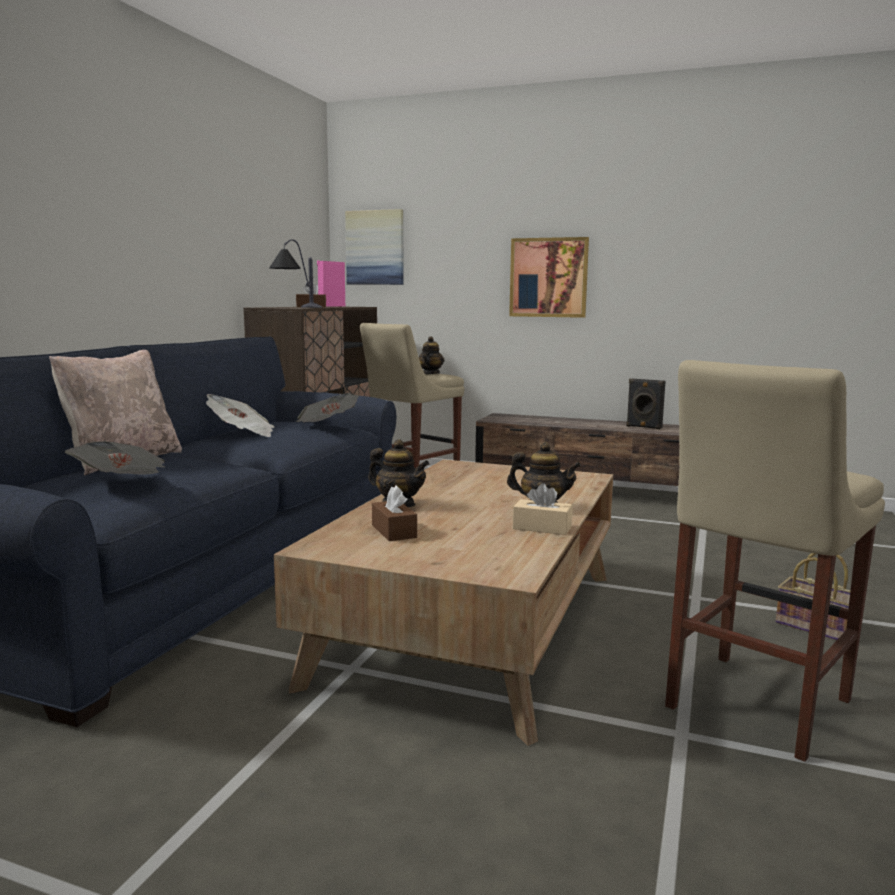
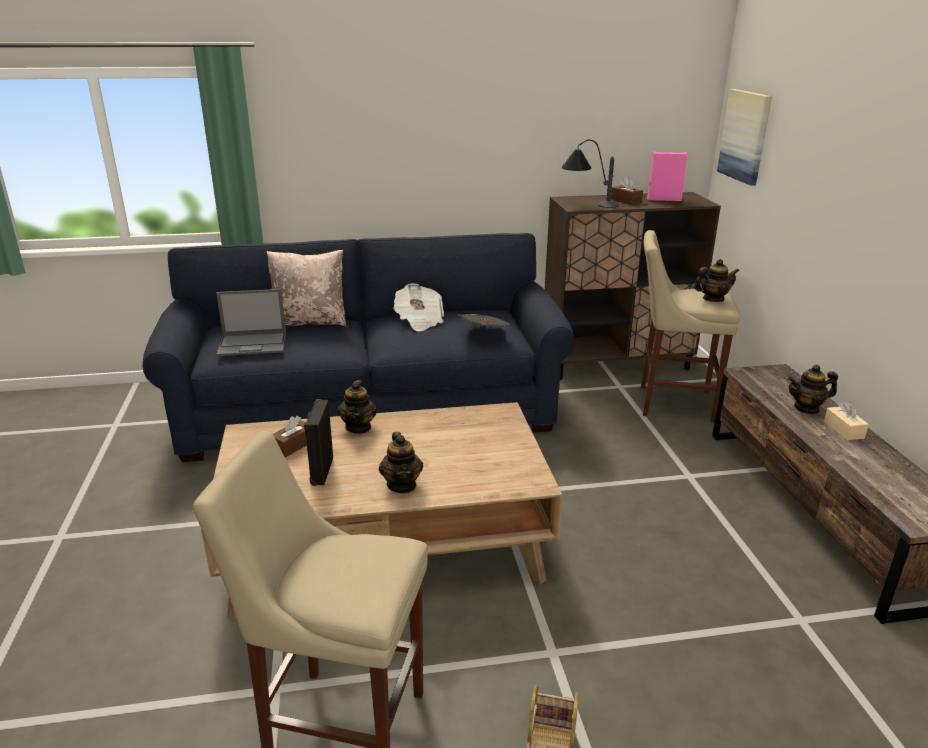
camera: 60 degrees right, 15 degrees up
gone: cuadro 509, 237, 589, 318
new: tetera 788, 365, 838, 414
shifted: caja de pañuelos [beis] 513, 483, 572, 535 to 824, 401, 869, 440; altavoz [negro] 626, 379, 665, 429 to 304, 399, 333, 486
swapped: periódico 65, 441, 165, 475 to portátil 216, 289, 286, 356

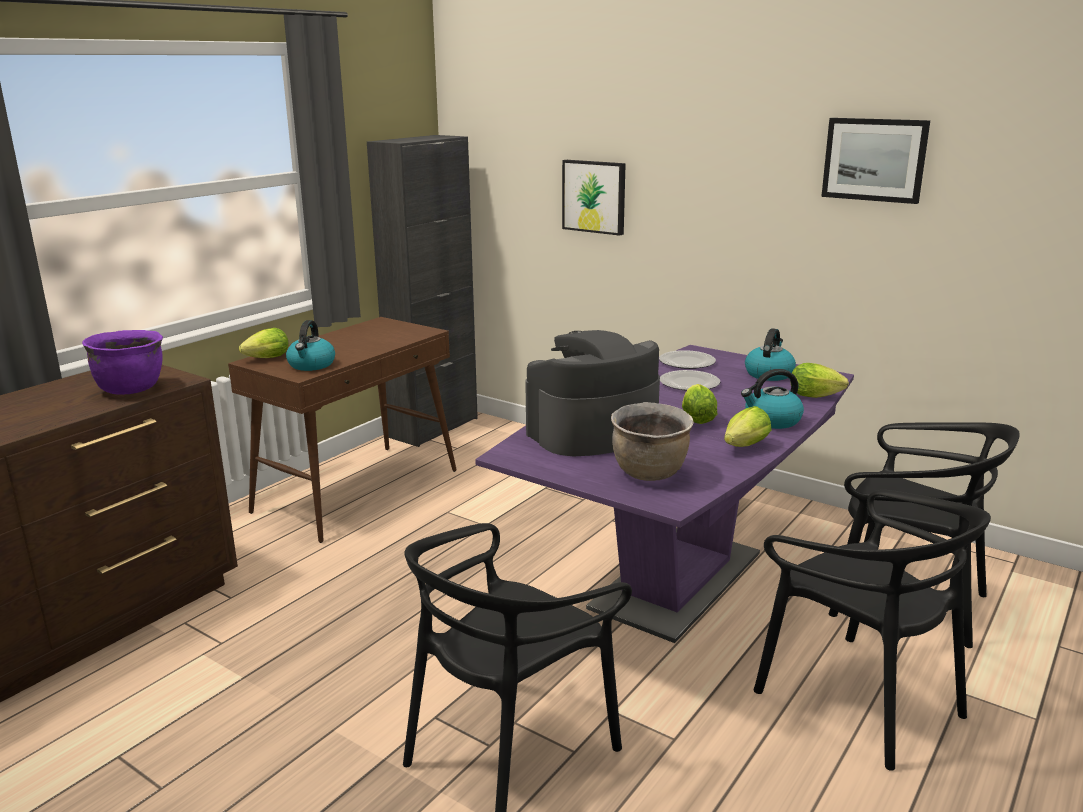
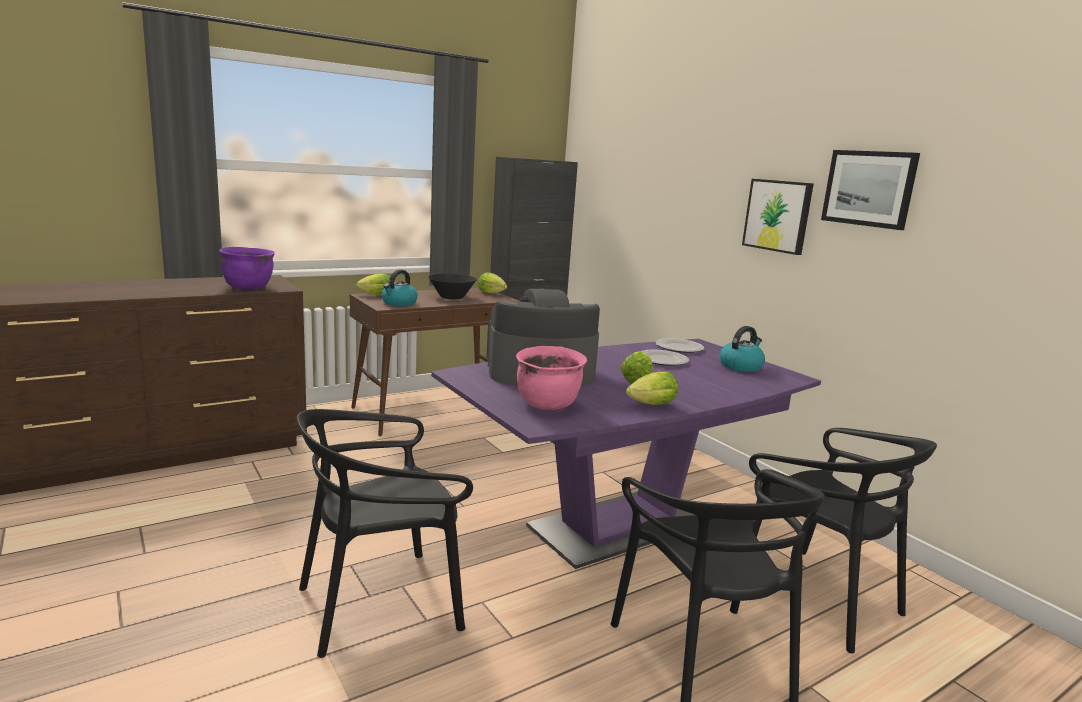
camera: 20 degrees right, 5 degrees down
gone: hervidor 741, 369, 804, 429
new: cuenco [negro] 428, 274, 477, 300
shifted: cuadro 562, 160, 626, 236 to 742, 179, 814, 255; lechuga 790, 363, 849, 398 to 478, 272, 507, 294
repainted: olla [marrón] 611, 402, 694, 481 to olla [rosa] 516, 346, 587, 410

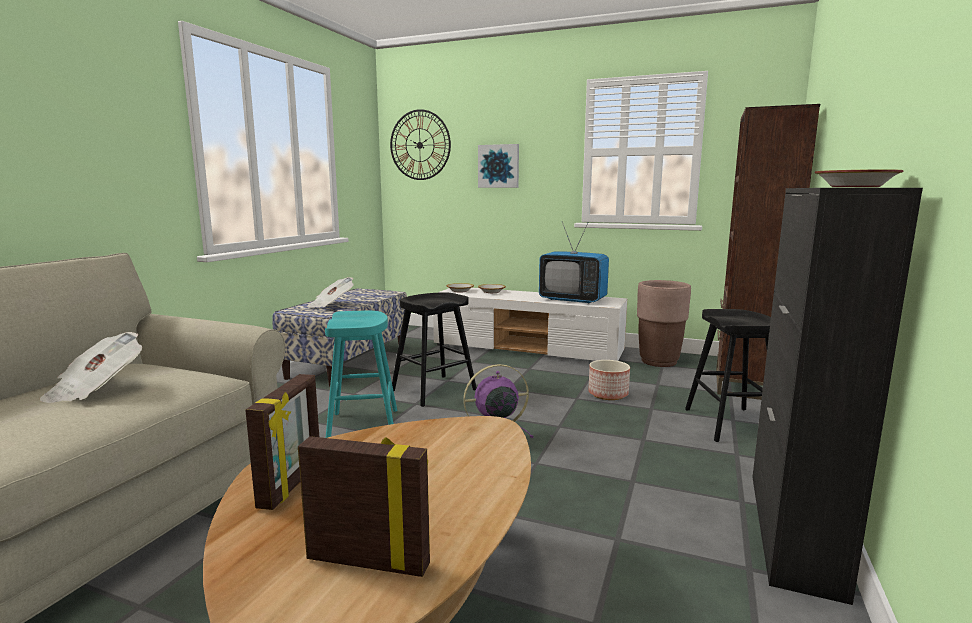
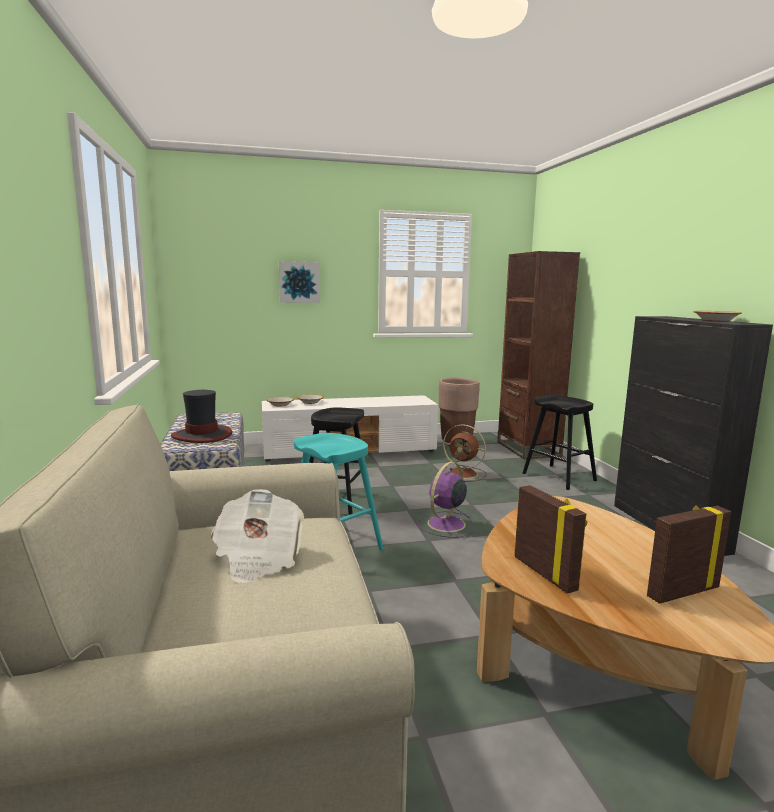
camera: 35 degrees left, 0 degrees up
gone: reloj de pared 390, 109, 451, 180; televisor 539, 221, 609, 304
swapped: periódico 307, 277, 354, 308 to sombrero 171, 390, 232, 443; maceta 588, 360, 630, 400 to ventilador [marrón] 443, 424, 486, 482

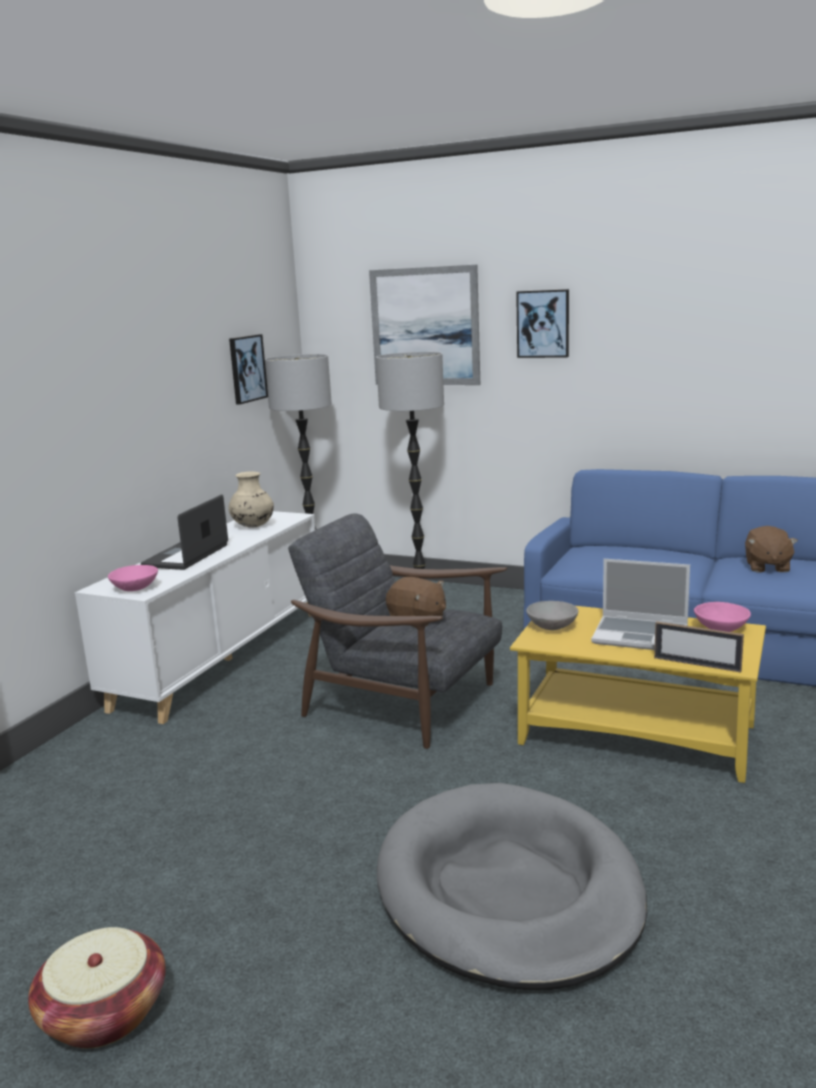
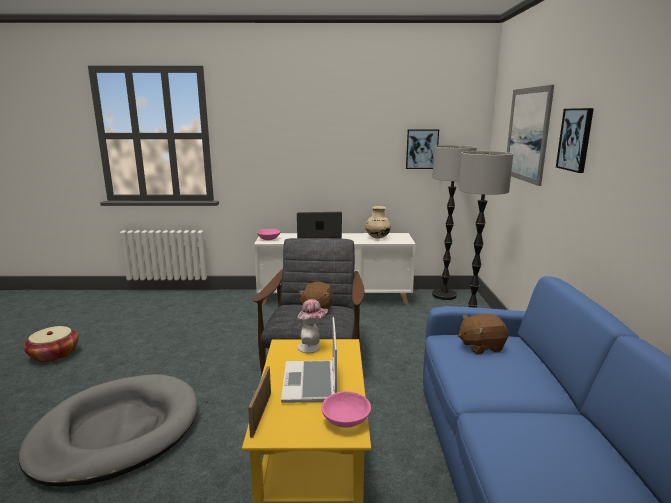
camera: 65 degrees right, 0 degrees up
shifted: peluche [marrón] 745, 526, 798, 572 to 458, 314, 508, 354
swapped: cuenco [gris] 526, 601, 578, 630 to sombrero 297, 299, 328, 353

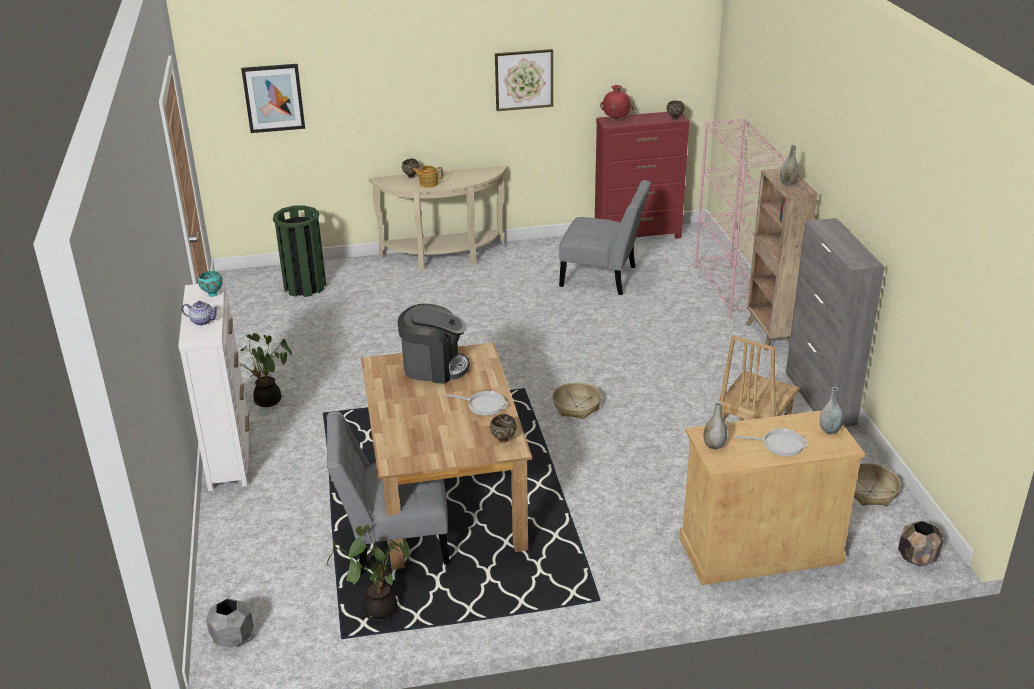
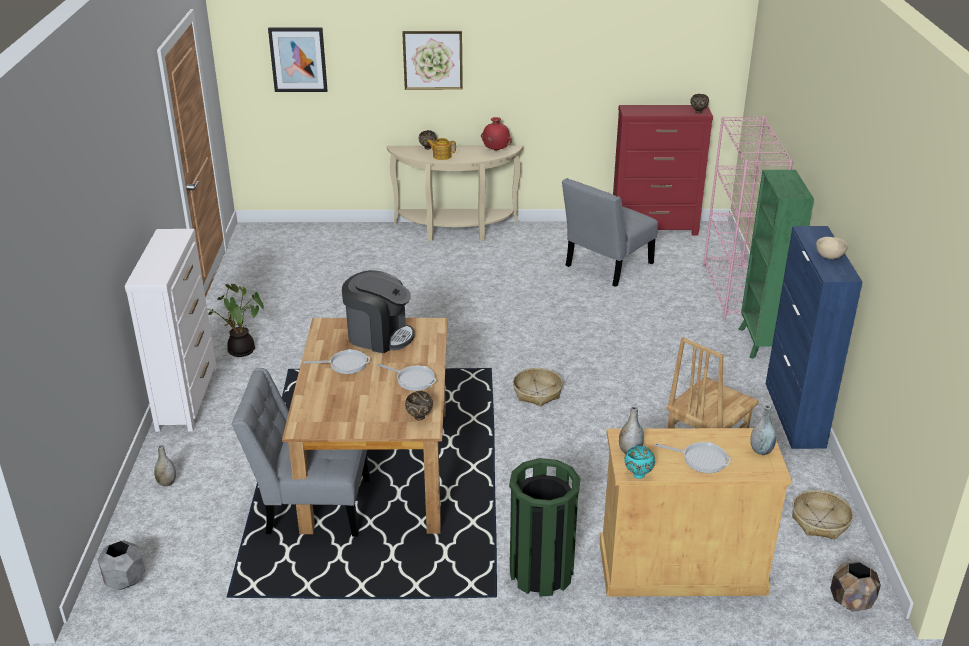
camera: 10 degrees right, 0 degrees up
gone: tetera 182, 301, 219, 325; planta en maceta 327, 525, 410, 622
new: sartén 304, 349, 370, 374; cuenco [beis] 816, 237, 848, 259
shifted: cuenco [turquesa] 198, 271, 223, 297 to 624, 446, 655, 479; papelera [verde] 273, 205, 326, 297 to 509, 458, 580, 597; cuadro 495, 49, 553, 111 to 402, 31, 463, 90; florero [rojo] 600, 85, 633, 119 to 481, 117, 512, 151; florero [gris] 780, 145, 799, 186 to 154, 444, 176, 486
repainted: estantería [marrón] 746, 168, 818, 351 to estantería [verde] 738, 170, 814, 359; armario [gris] 786, 218, 885, 427 to armario [azul] 766, 226, 862, 449
rotated: silla [gris] 559, 180, 651, 295 = 562, 178, 658, 287 105 degrees clockwise

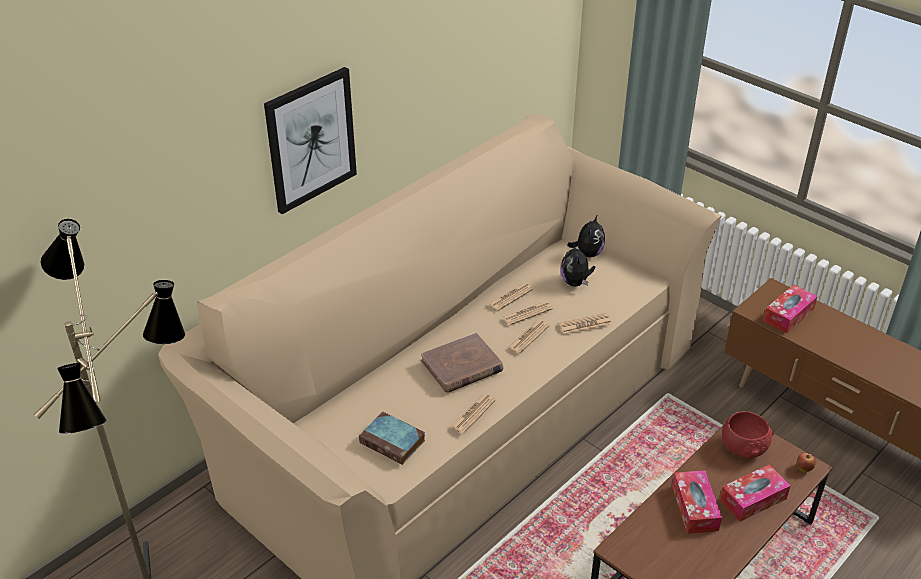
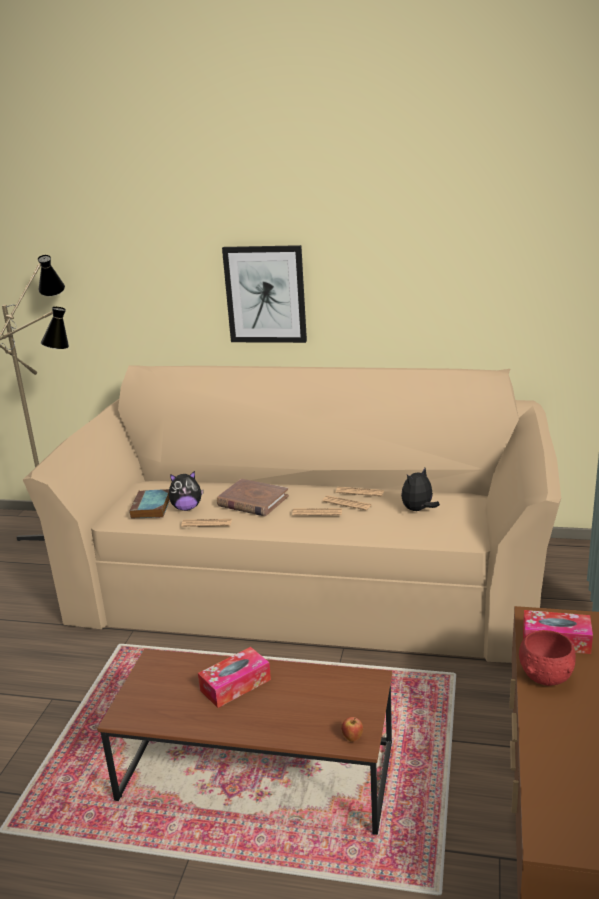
camera: 60 degrees right, 15 degrees down
gone: periódico 559, 313, 612, 334; caja de pañuelos 720, 465, 791, 522
shifted: peluche 567, 216, 605, 257 to 169, 471, 204, 511; cuenco [rojo] 722, 411, 774, 458 to 519, 630, 576, 686

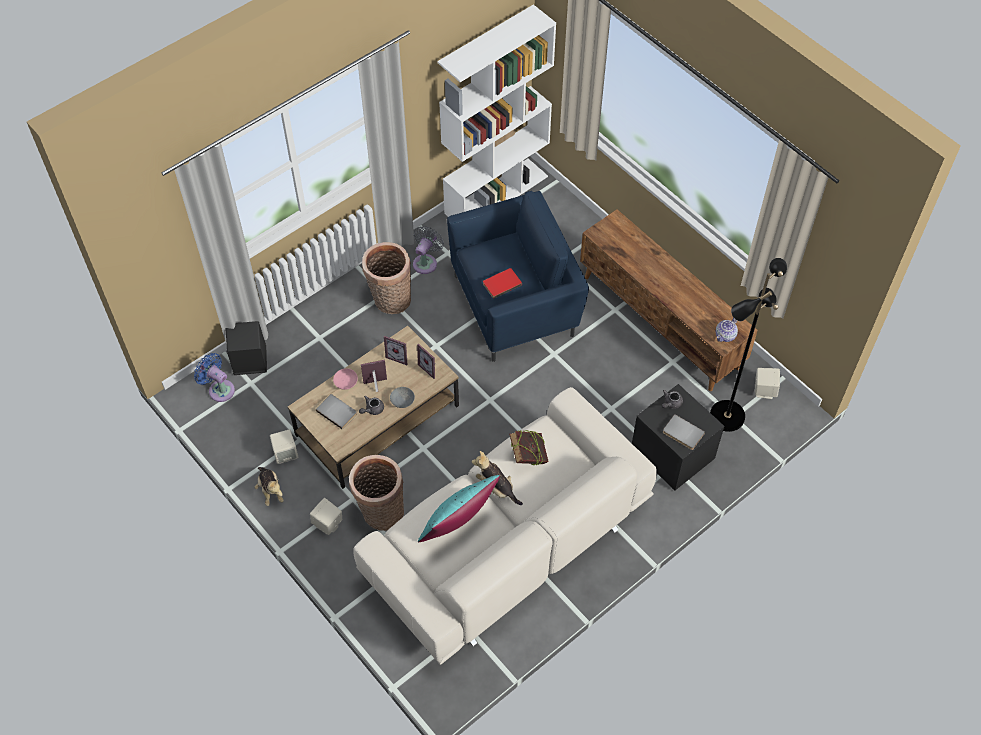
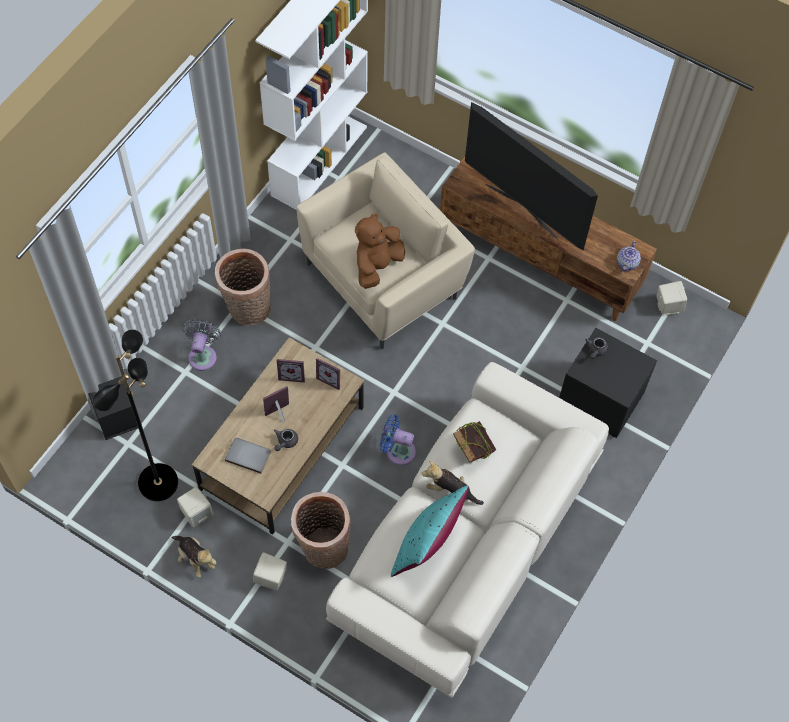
camera: 20 degrees left, 5 degrees up
gone: cuenco [rosa] 333, 368, 358, 390; cuenco [gris] 390, 387, 415, 408; libro [gris] 663, 414, 705, 450
new: televisor 465, 102, 598, 250
shifted: ventilador [azul] 194, 353, 235, 402 to 379, 415, 416, 465; ventilador [gris] 413, 226, 444, 274 to 183, 319, 221, 371; lámpara de pie [negro] 710, 258, 787, 432 to 93, 329, 178, 501
swapped: libro [rojo] 483, 268, 522, 299 to peluche [marrón] 355, 213, 405, 289
repainted: sillón [azul] 447, 191, 589, 362 to sillón [beis] 296, 152, 475, 349

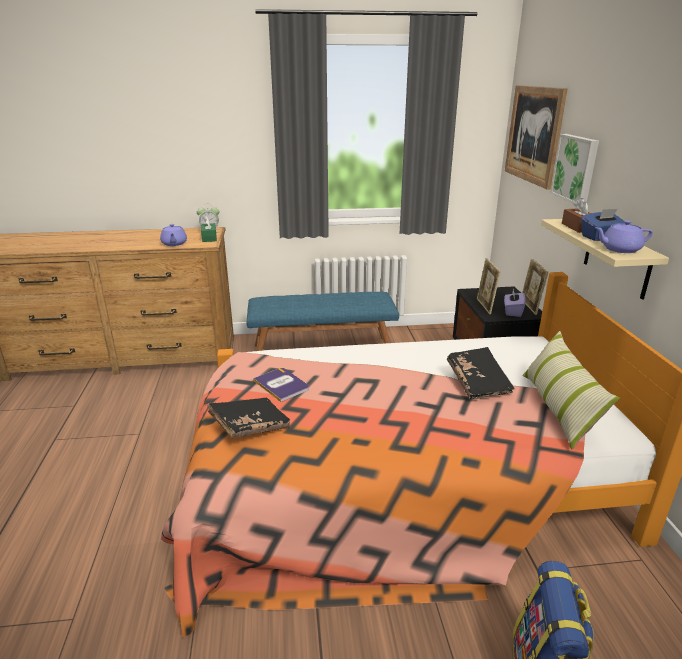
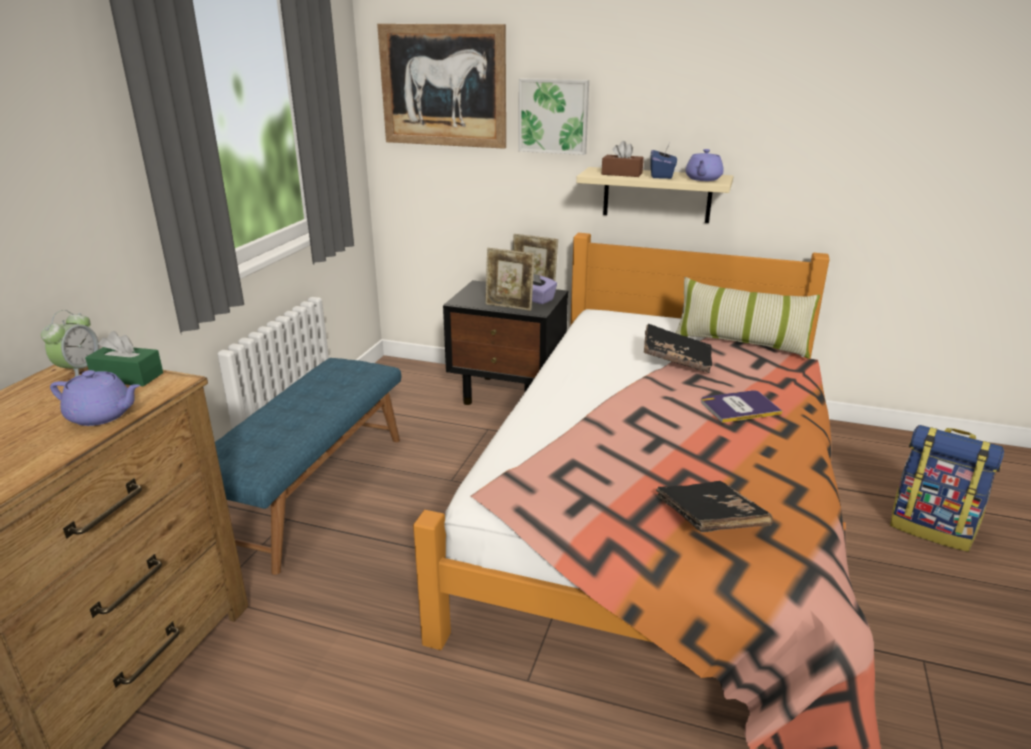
camera: 65 degrees left, 0 degrees up
shifted: libro 253, 368, 309, 402 to 701, 390, 782, 423

